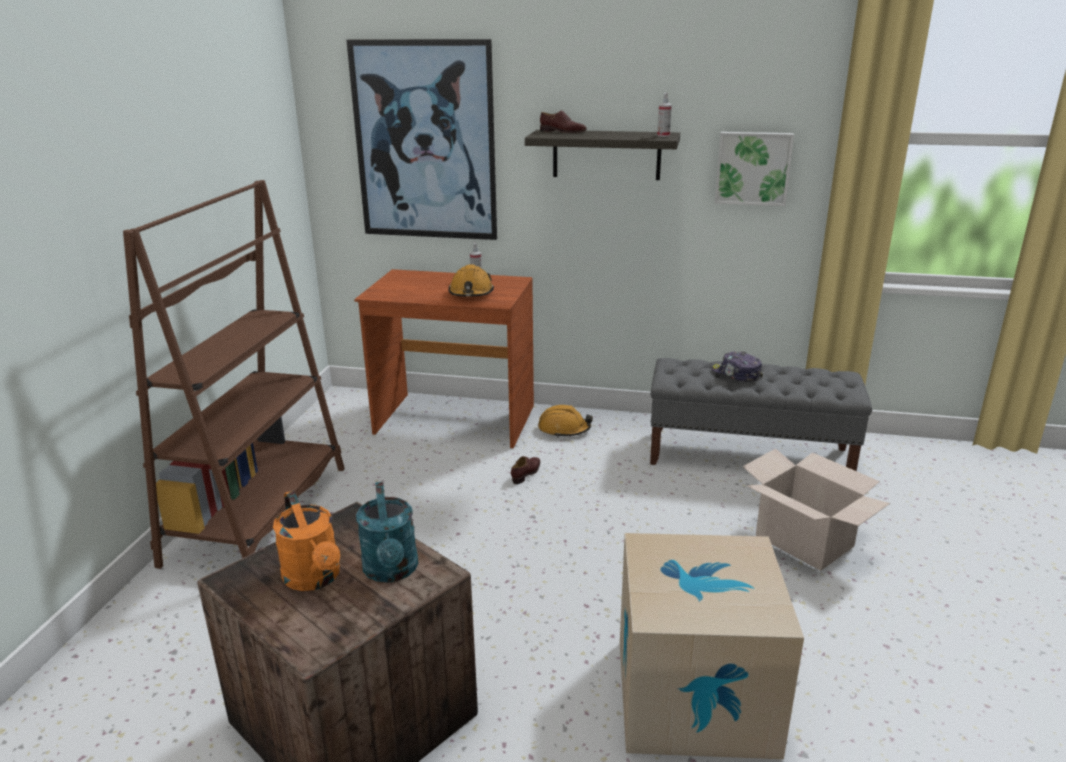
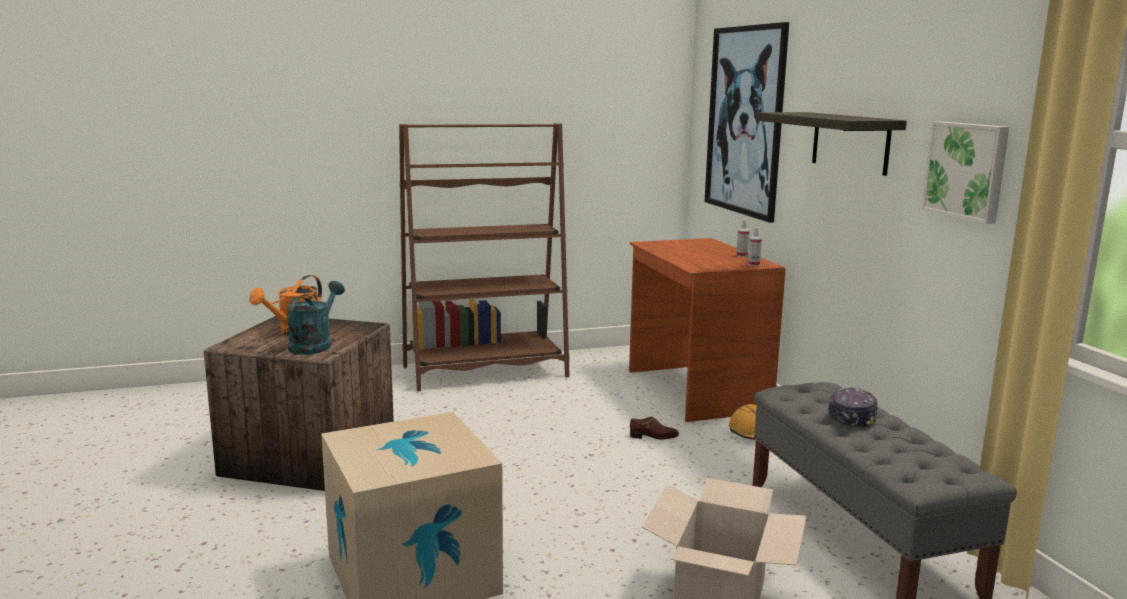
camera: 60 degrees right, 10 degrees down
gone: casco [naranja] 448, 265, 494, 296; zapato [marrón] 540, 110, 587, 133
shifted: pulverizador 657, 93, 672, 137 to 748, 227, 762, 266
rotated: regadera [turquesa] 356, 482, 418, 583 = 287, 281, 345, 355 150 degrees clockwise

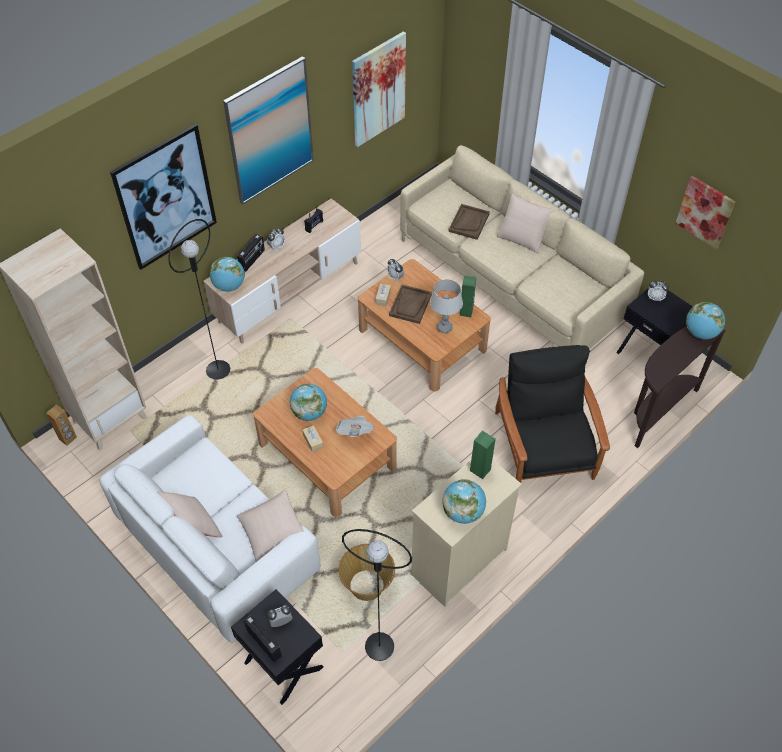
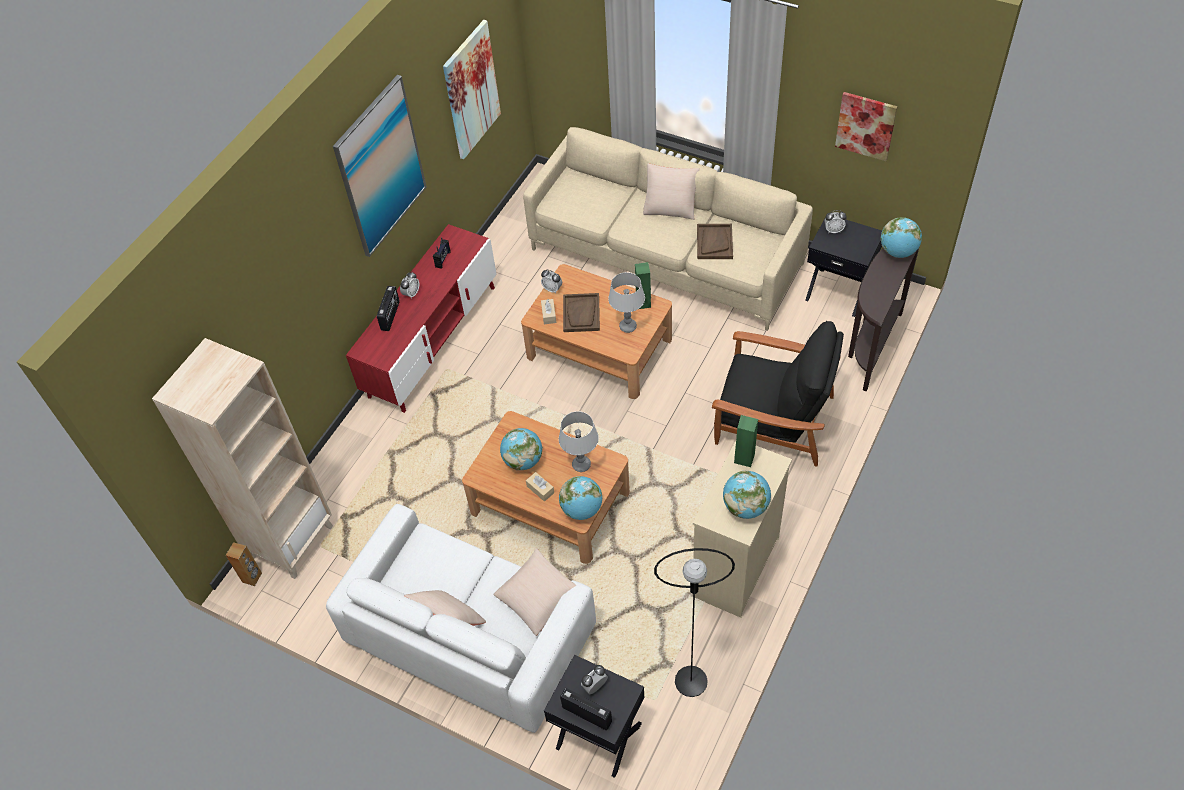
camera: 15 degrees left, 0 degrees up
gone: cuadro 110, 124, 217, 270; lámpara de pie [negro] 168, 219, 230, 380; cesta 339, 544, 395, 601
shifted: globo terráqueo 210, 257, 245, 292 to 559, 476, 602, 520; bandeja [marrón] 448, 204, 490, 240 to 697, 224, 733, 259
swapped: periódico 335, 415, 374, 437 to lámpara de mesa [gris] 559, 411, 599, 472
repainted: mueble de televisión [beis] 203, 198, 361, 344 to mueble de televisión [rojo] 346, 224, 496, 413
rotated: sillón [negro] 495, 345, 610, 483 = 712, 321, 844, 467 135 degrees clockwise

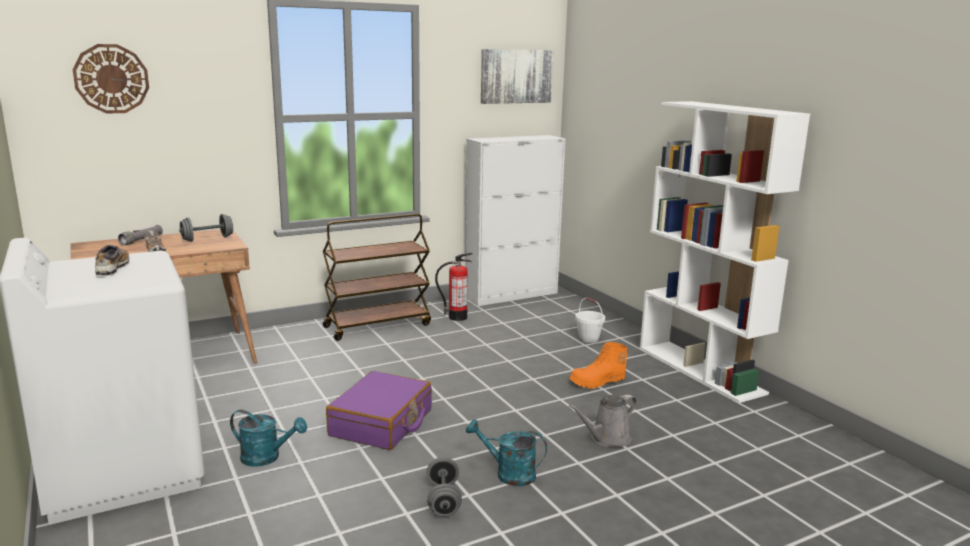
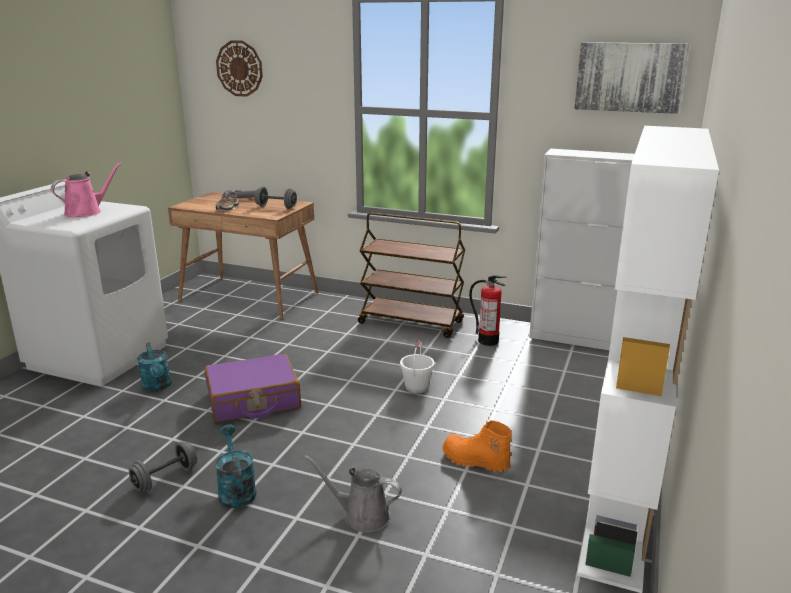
camera: 50 degrees right, 5 degrees up
shifted: cubo [blanco] 575, 297, 605, 343 to 400, 340, 434, 393
swapped: zapato 95, 245, 129, 276 to regadera [rosa] 51, 162, 122, 217

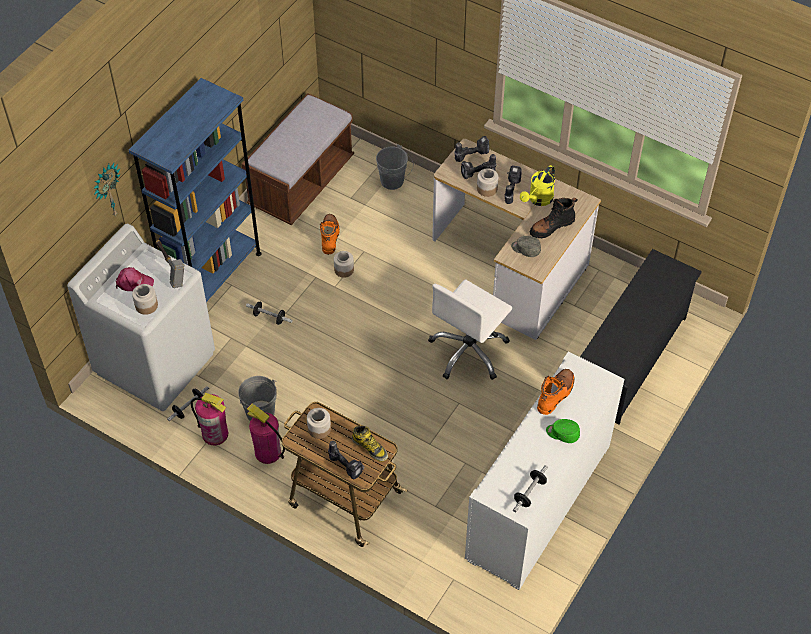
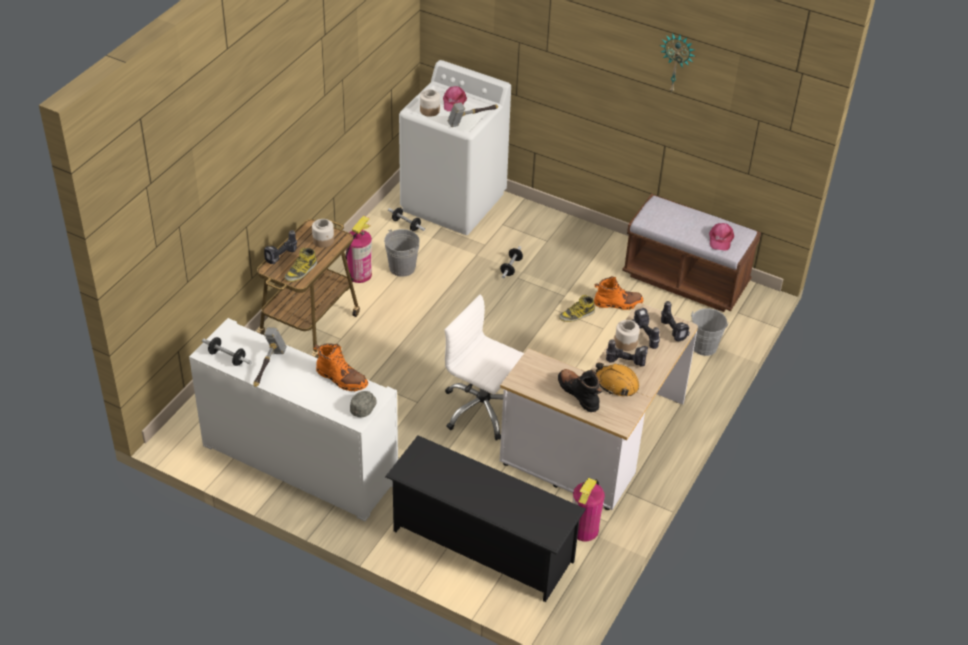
camera: 85 degrees right, 10 degrees down
gone: estantería [azul] 129, 78, 261, 302; gorra [verde] 546, 419, 580, 443
new: martillo 253, 327, 287, 387; gorra [rosa] 709, 223, 734, 251
shifted: reloj de pared 93, 163, 120, 216 to 660, 33, 696, 93; extintor 191, 393, 228, 445 to 573, 478, 605, 541; gorra [gris] 511, 236, 541, 257 to 350, 391, 377, 417
swapped: tarro 334, 251, 354, 278 to bota 559, 295, 595, 322; regadera [amarillo] 520, 165, 555, 206 to casco [naranja] 596, 362, 639, 396

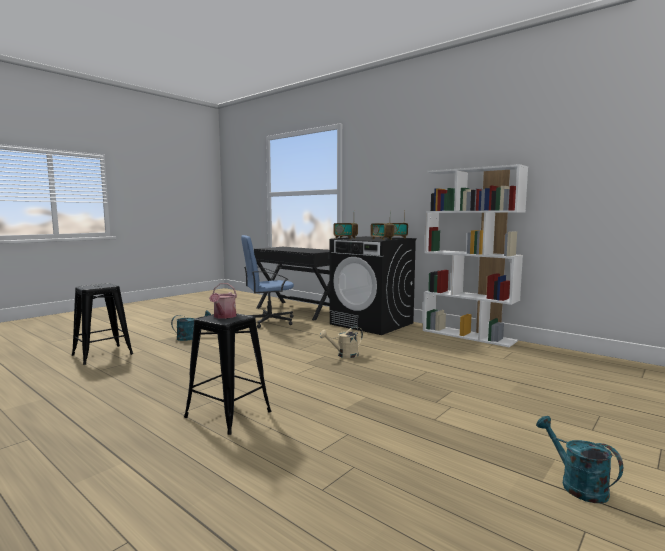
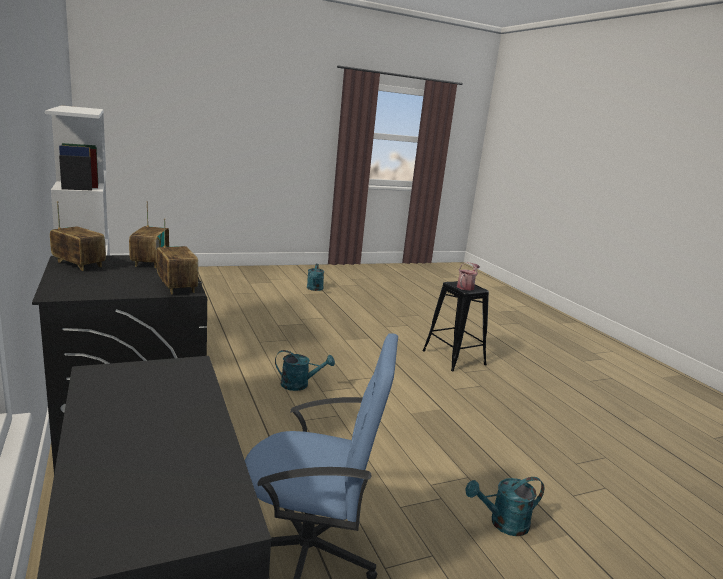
camera: 155 degrees left, 10 degrees up
gone: taburete [negro] 72, 283, 133, 365
repainted: regadera [beis] 320, 326, 363, 358 to regadera [turquesa] 275, 350, 335, 391

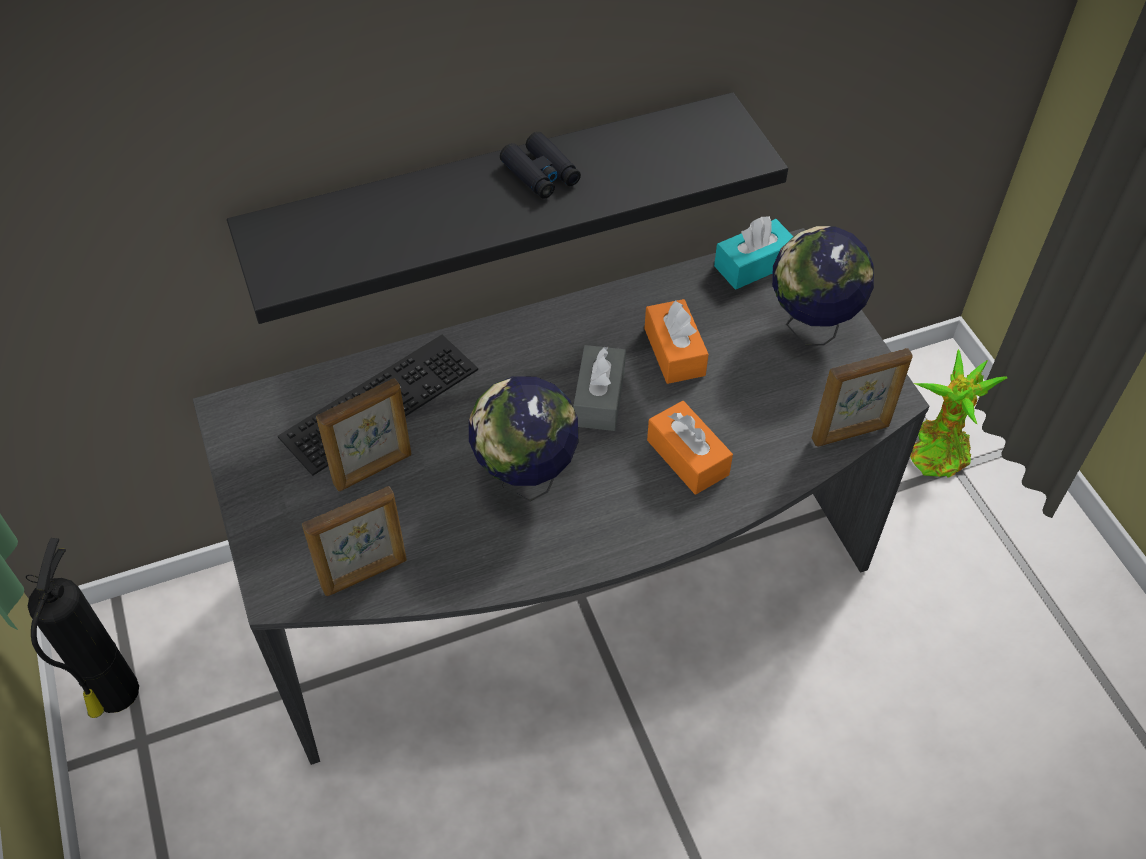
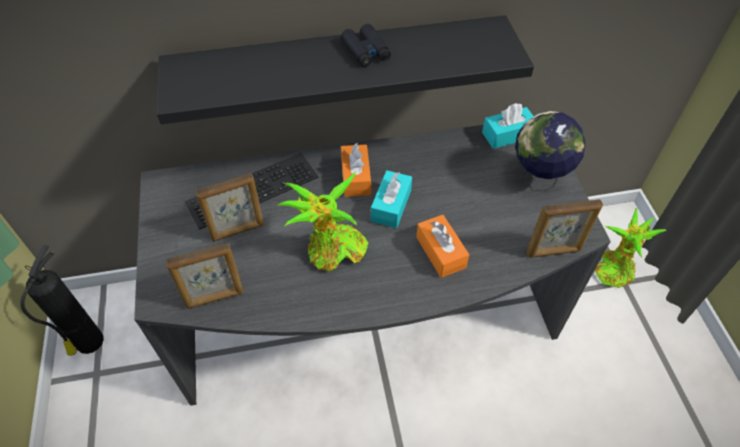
camera: 10 degrees right, 0 degrees up
shifted: caja de pañuelos [naranja] 645, 299, 709, 384 to 341, 143, 371, 197
swapped: globo terráqueo 469, 376, 578, 502 to planta en maceta 278, 171, 369, 271
repainted: caja de pañuelos [gris] 574, 345, 626, 431 to caja de pañuelos [turquesa] 371, 170, 412, 228

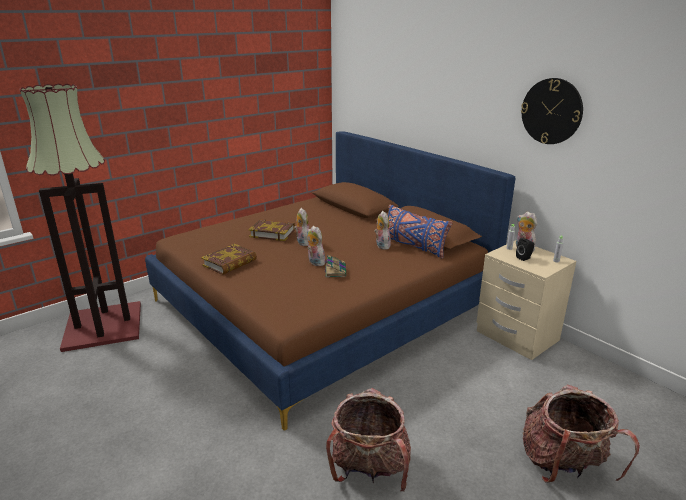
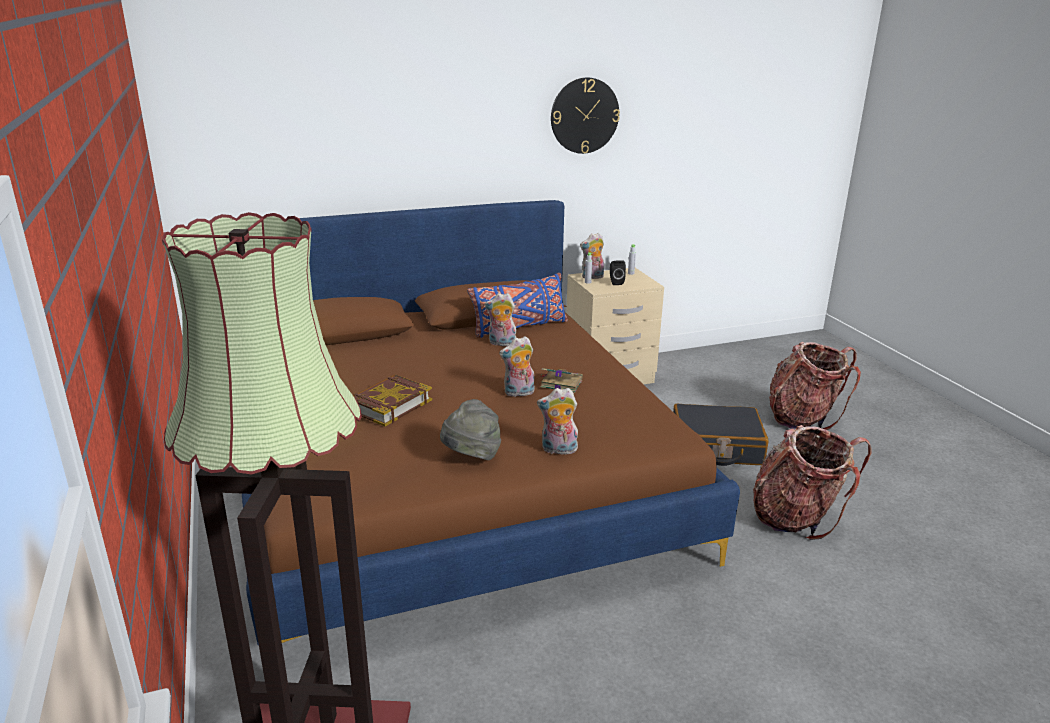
camera: 70 degrees left, 0 degrees up
new: maleta [negro] 673, 404, 769, 466
shifted: peluche 294, 208, 309, 246 to 537, 388, 578, 455
swapped: libro 201, 244, 257, 275 to sombrero [gris] 440, 399, 501, 460

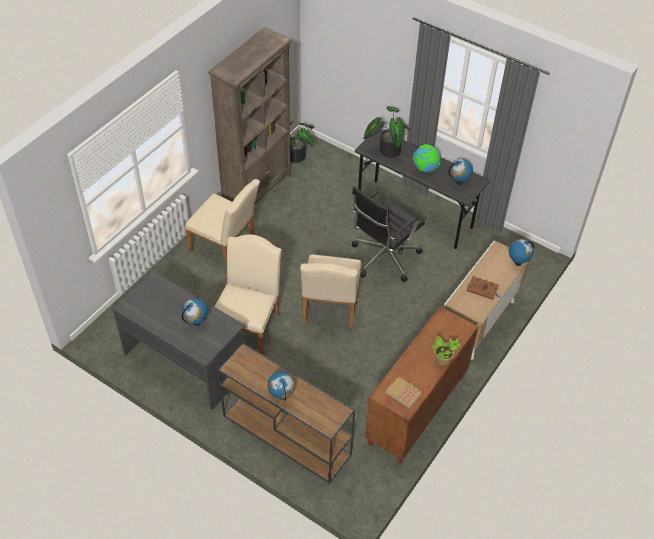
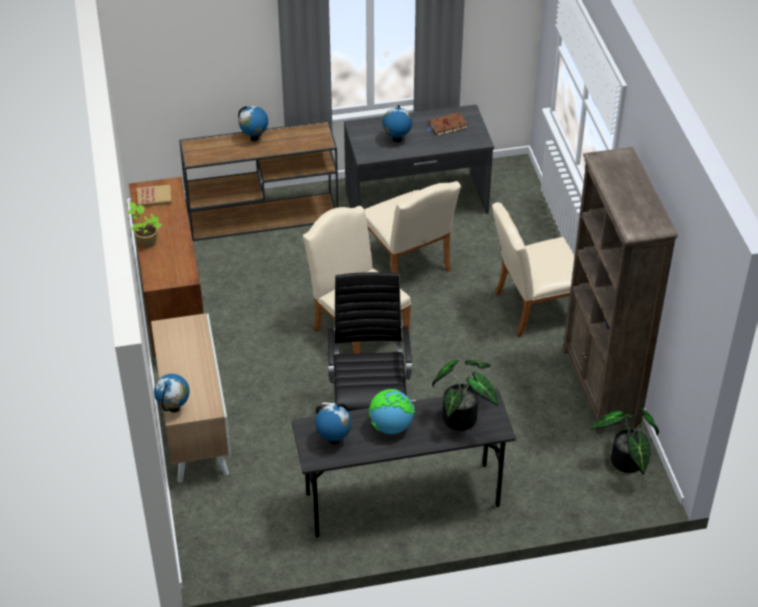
camera: 135 degrees right, 5 degrees down
shifted: libro [marrón] 467, 276, 501, 300 to 427, 112, 468, 136

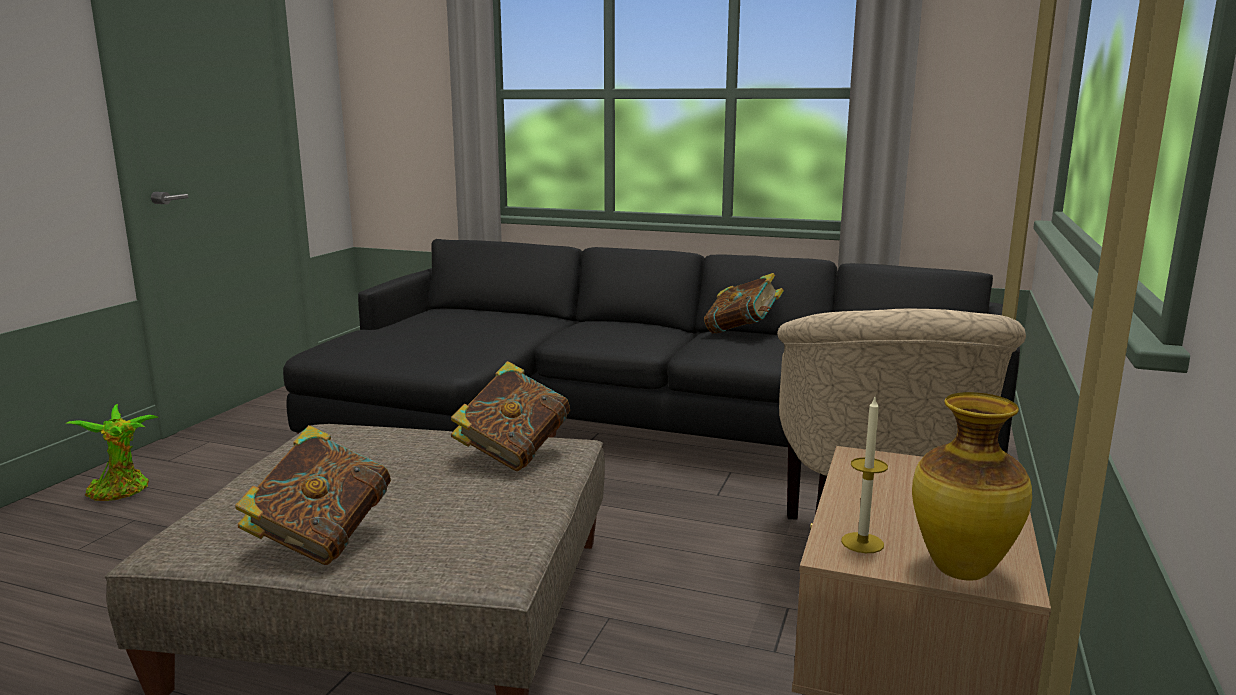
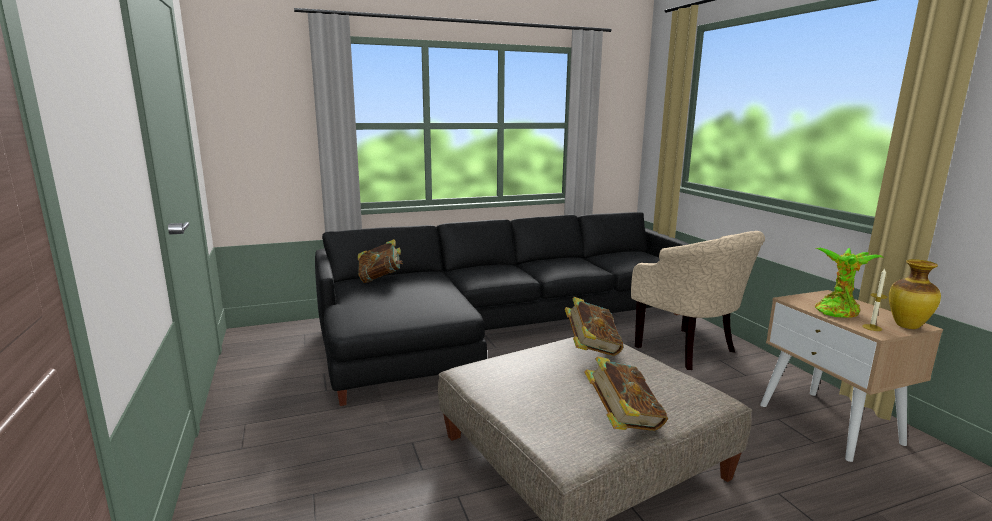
camera: 40 degrees left, 0 degrees up
shifted: planta en maceta 67, 404, 158, 501 to 815, 248, 883, 318; libro 704, 273, 784, 334 to 358, 239, 403, 283

